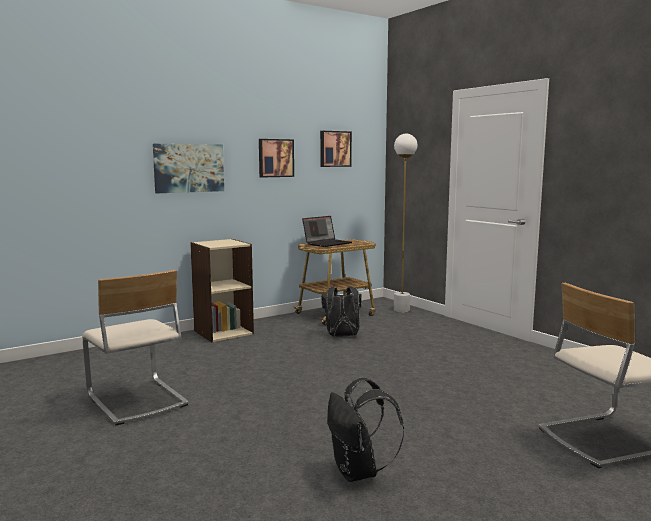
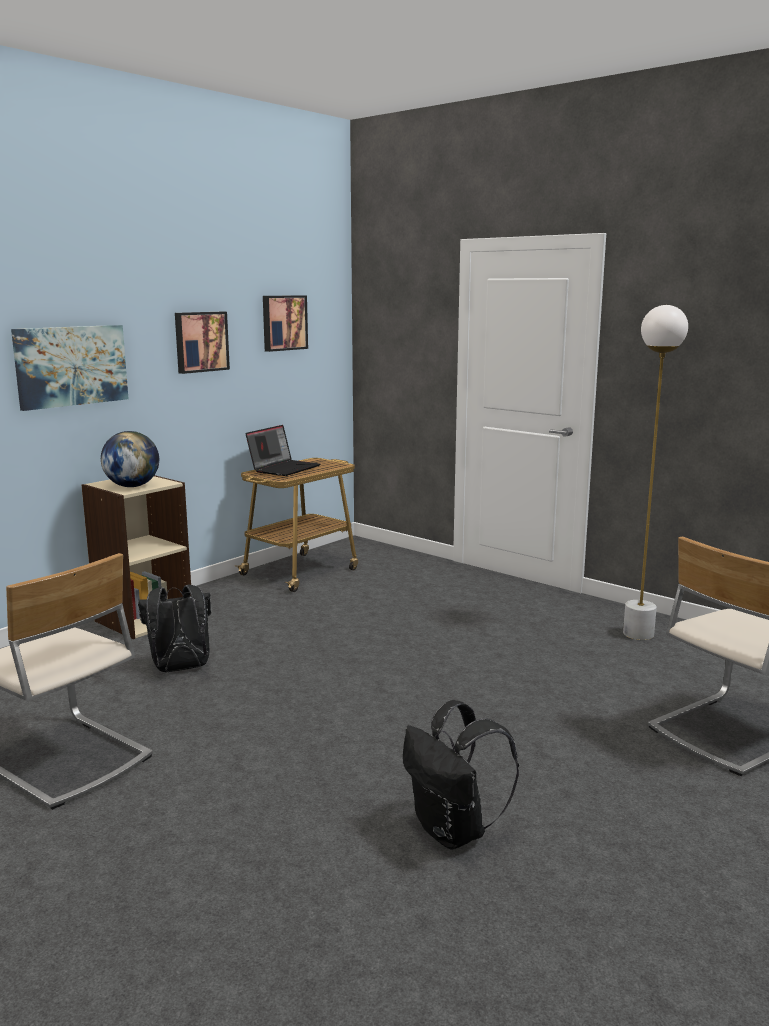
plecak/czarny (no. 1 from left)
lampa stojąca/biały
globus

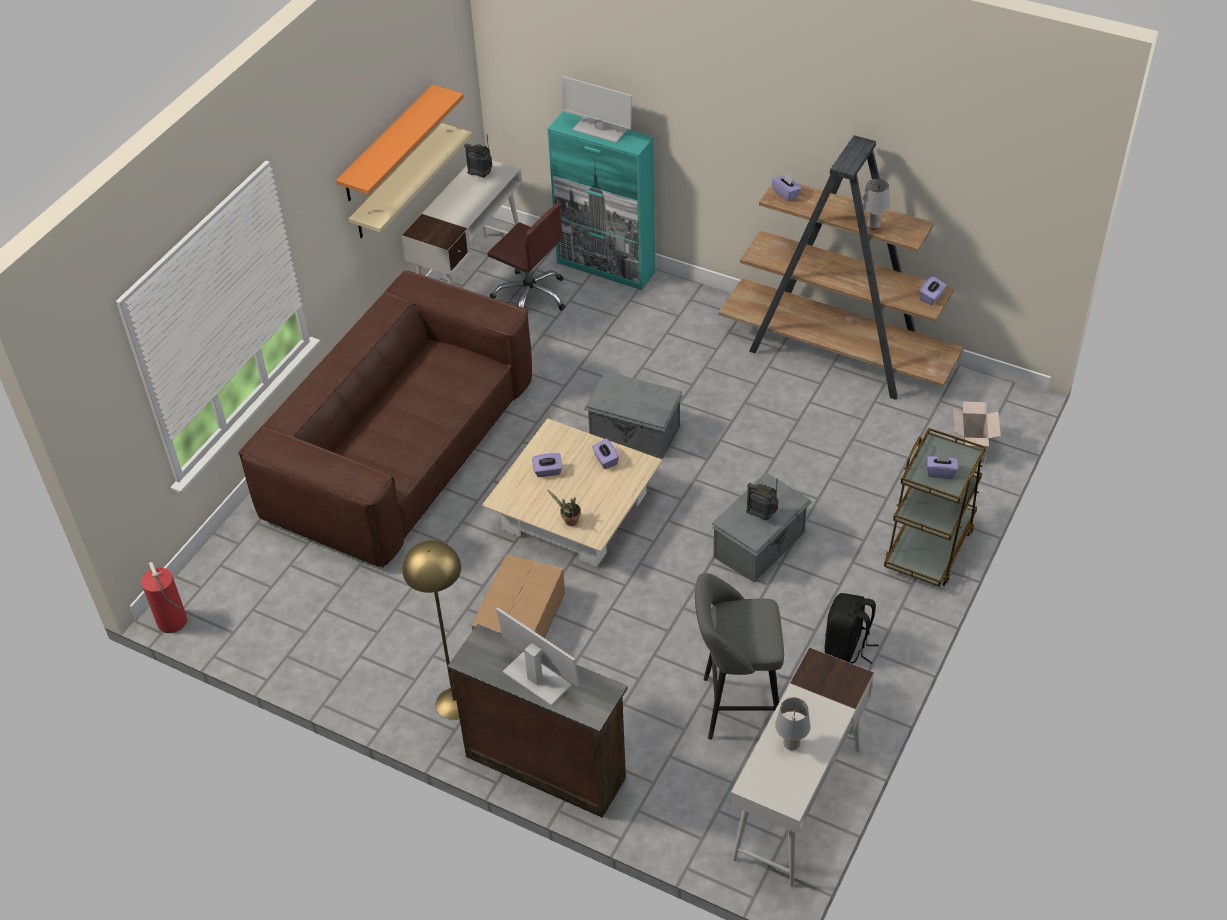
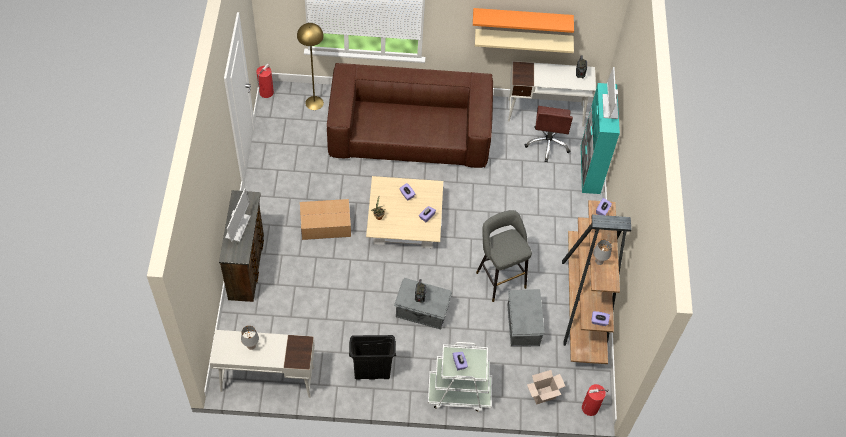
lampa stojąca/żółty
pojemnik do przechowywania/szary (no. 2 from left)
stołek/szary
kosz na śmieci/czarny
wózek/biały
gaśnica (no. 2 from left)

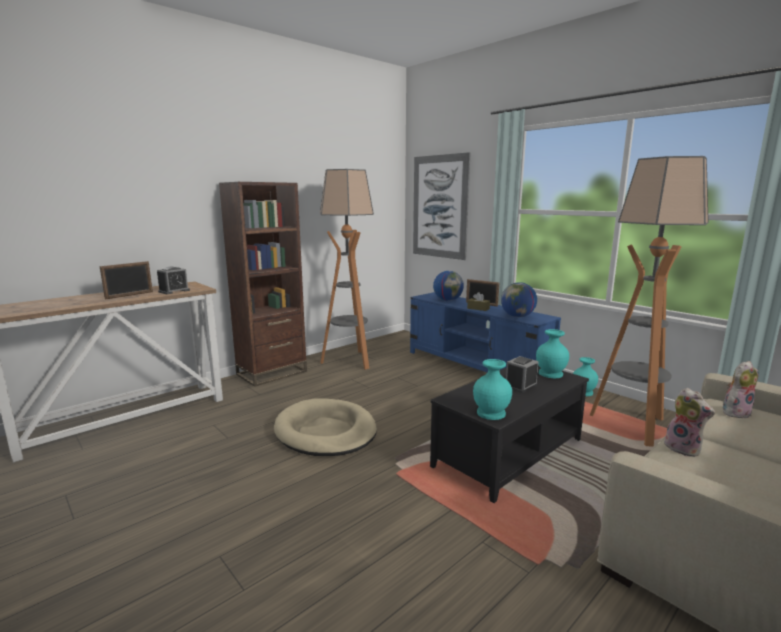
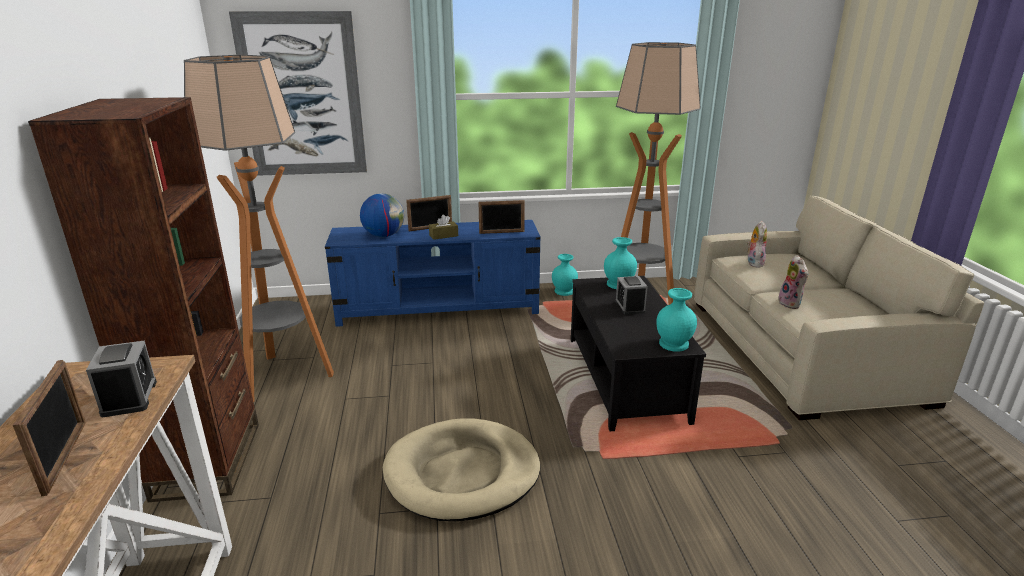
ramka na zdjęcie (no. 3 from left)
pluszak (no. 2 from left)

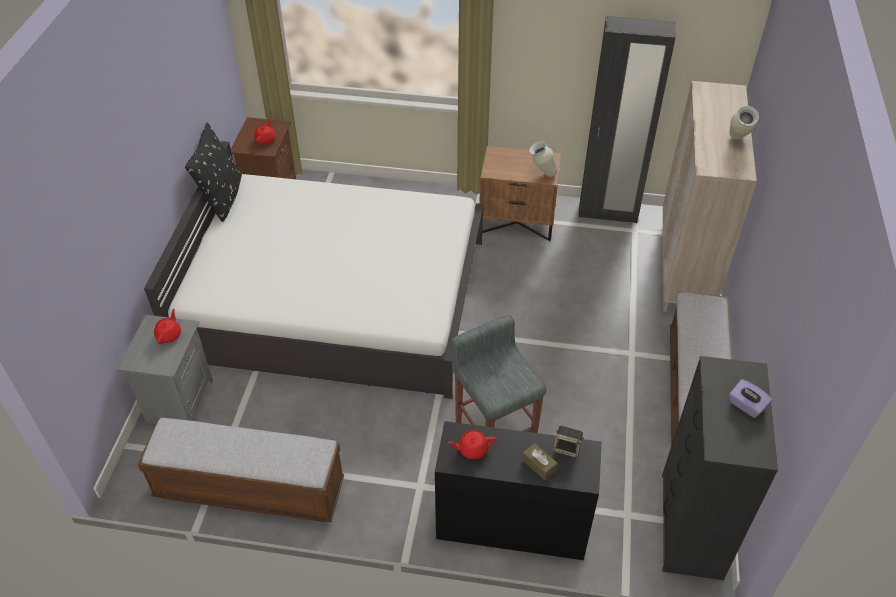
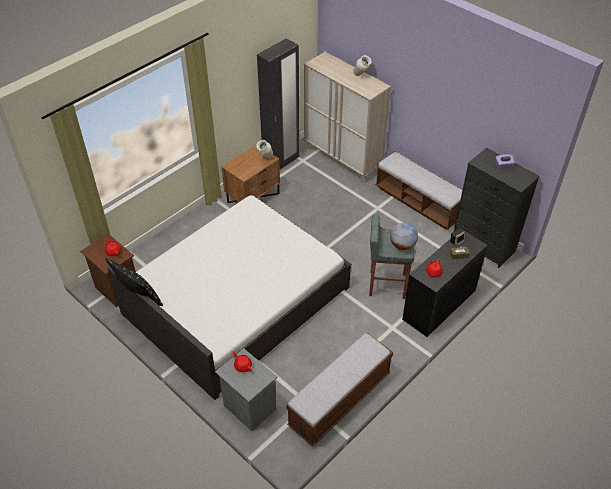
globus

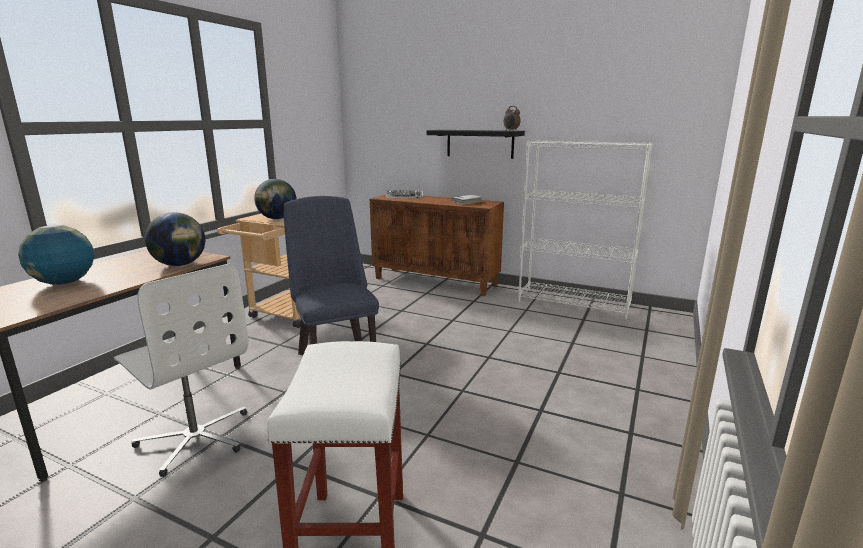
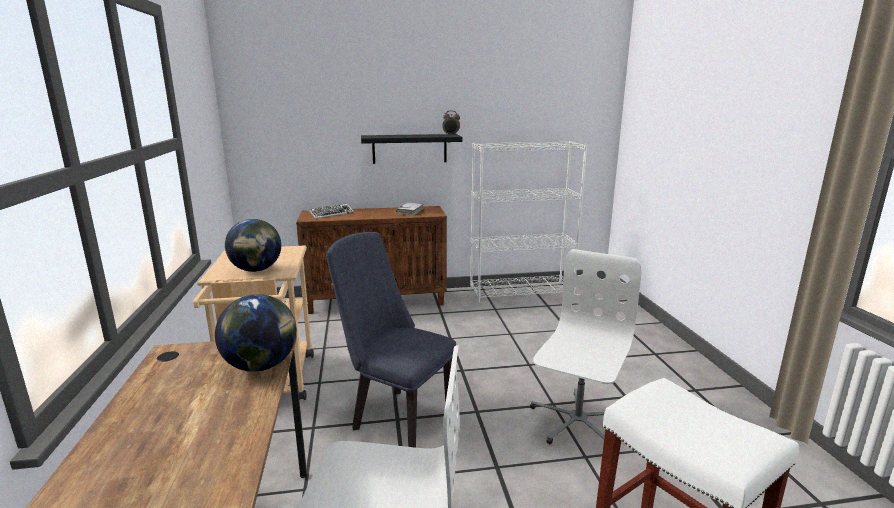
globus (no. 1 from left in the first image)
krzesło biurowe/biały (no. 2 from left)

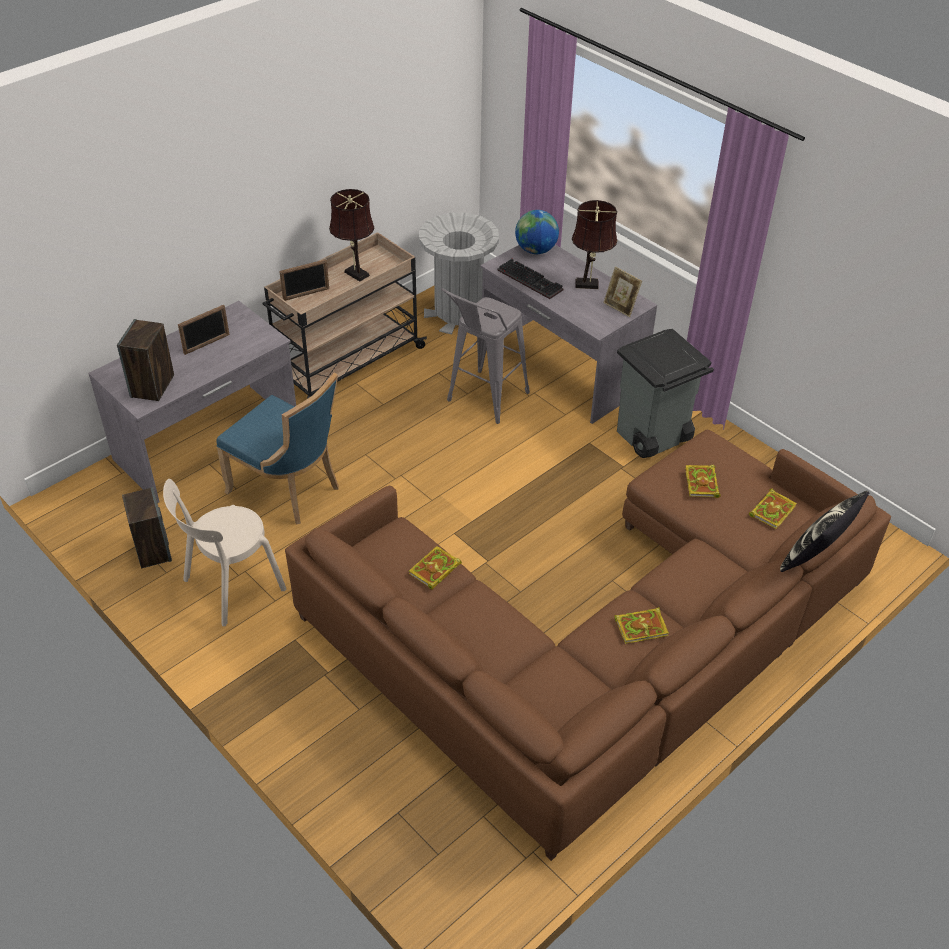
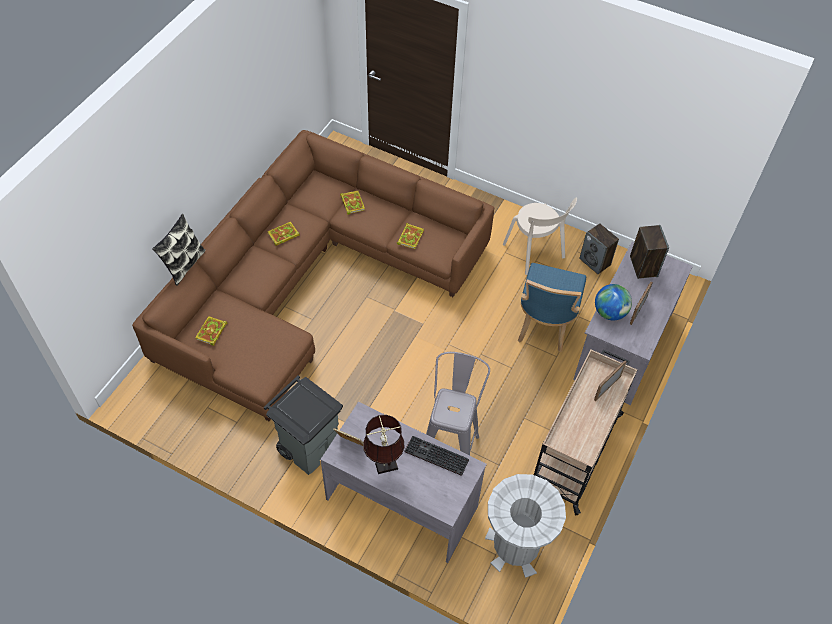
krzesło/beżowy
krzesło/niebieski
lampa stołowa/brązowy (no. 1 from left in the first image)
globus
książka (no. 3 from left)

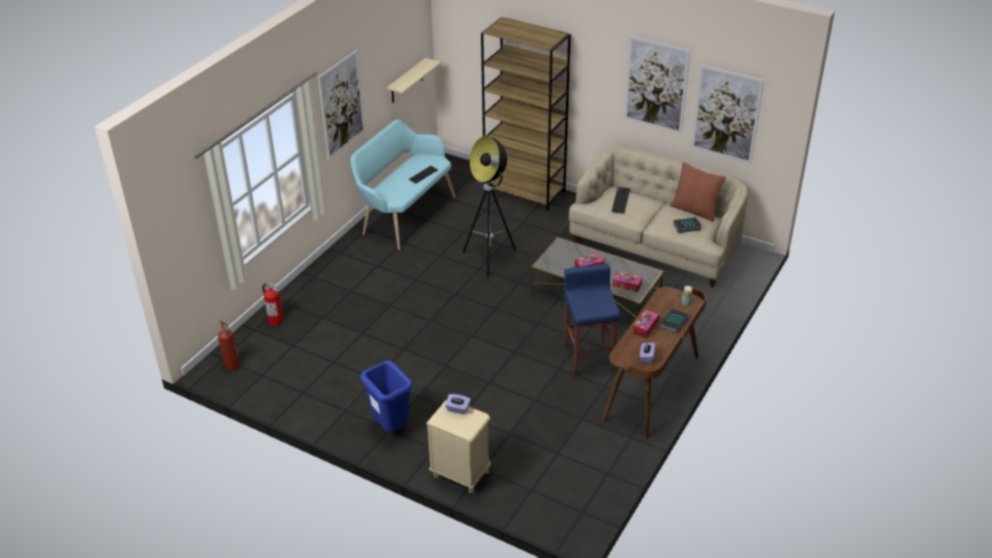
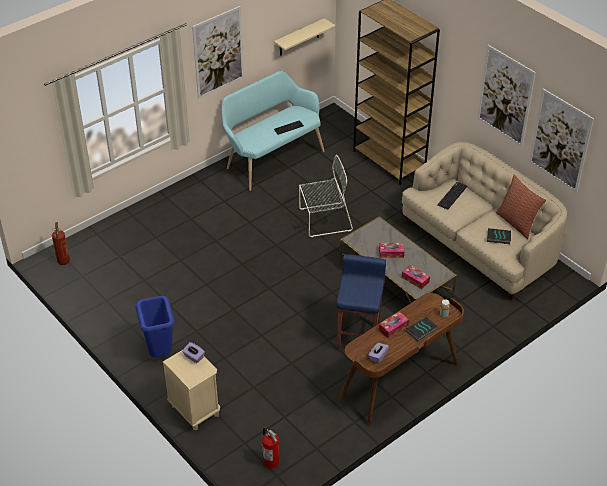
gaśnica (no. 2 from left)
krzesło/szary

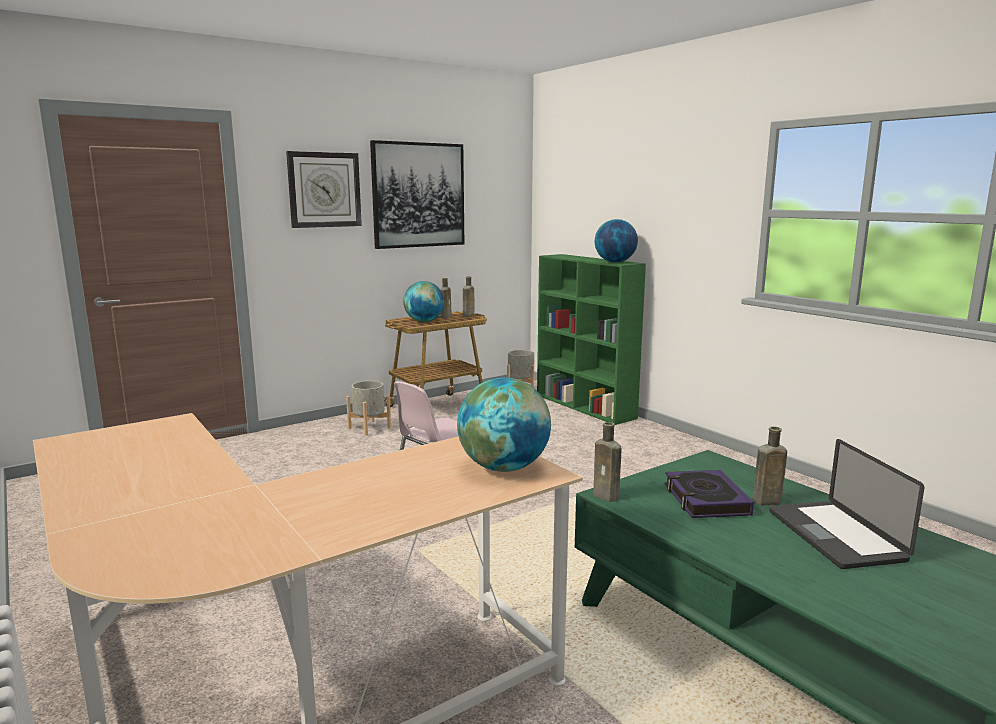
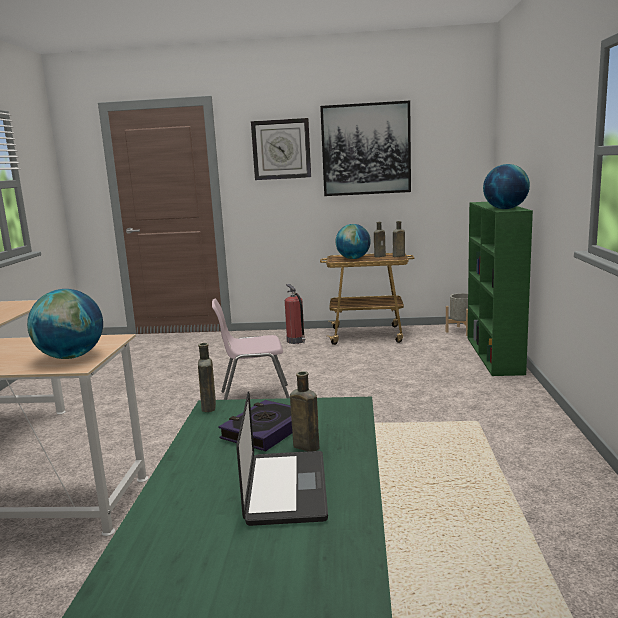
gaśnica
laptop

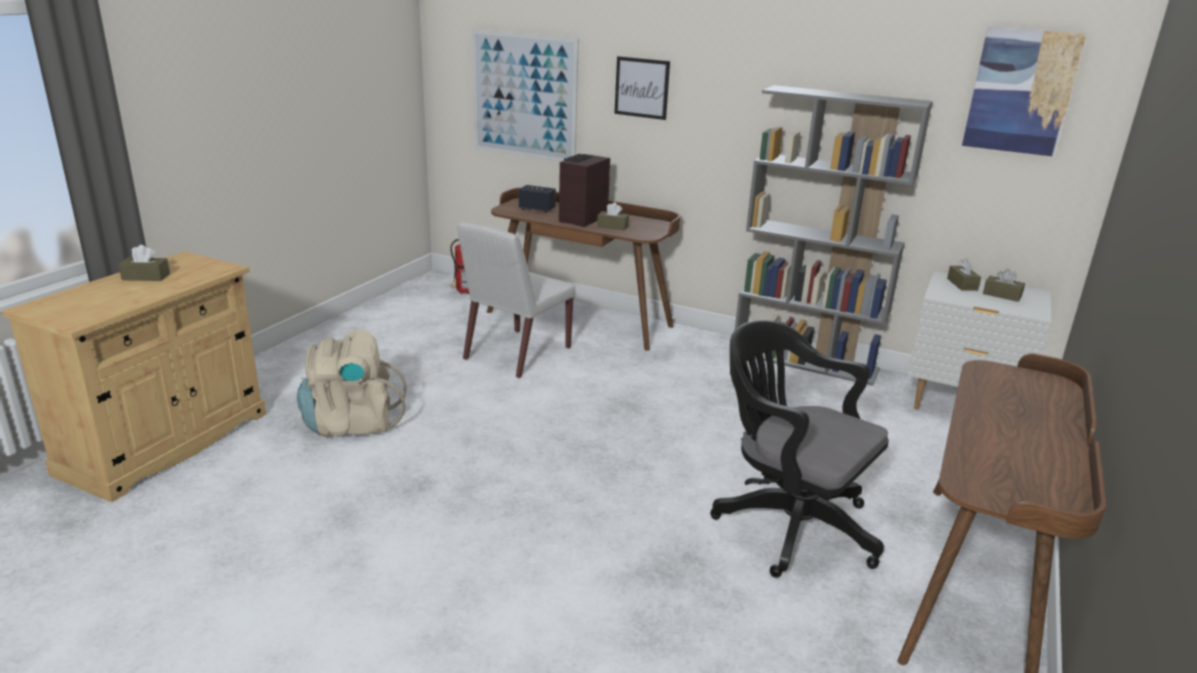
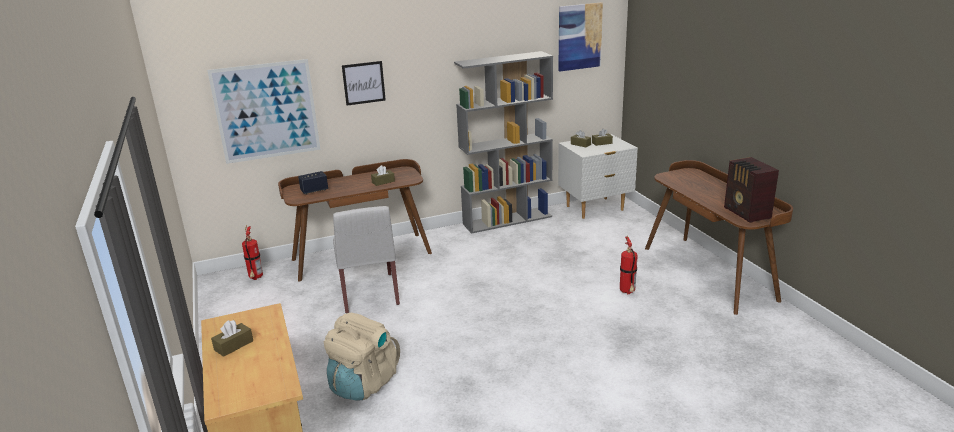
radio
gaśnica (no. 2 from left)

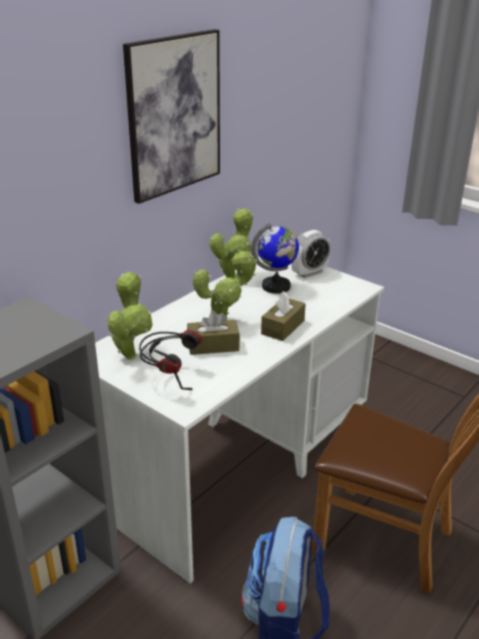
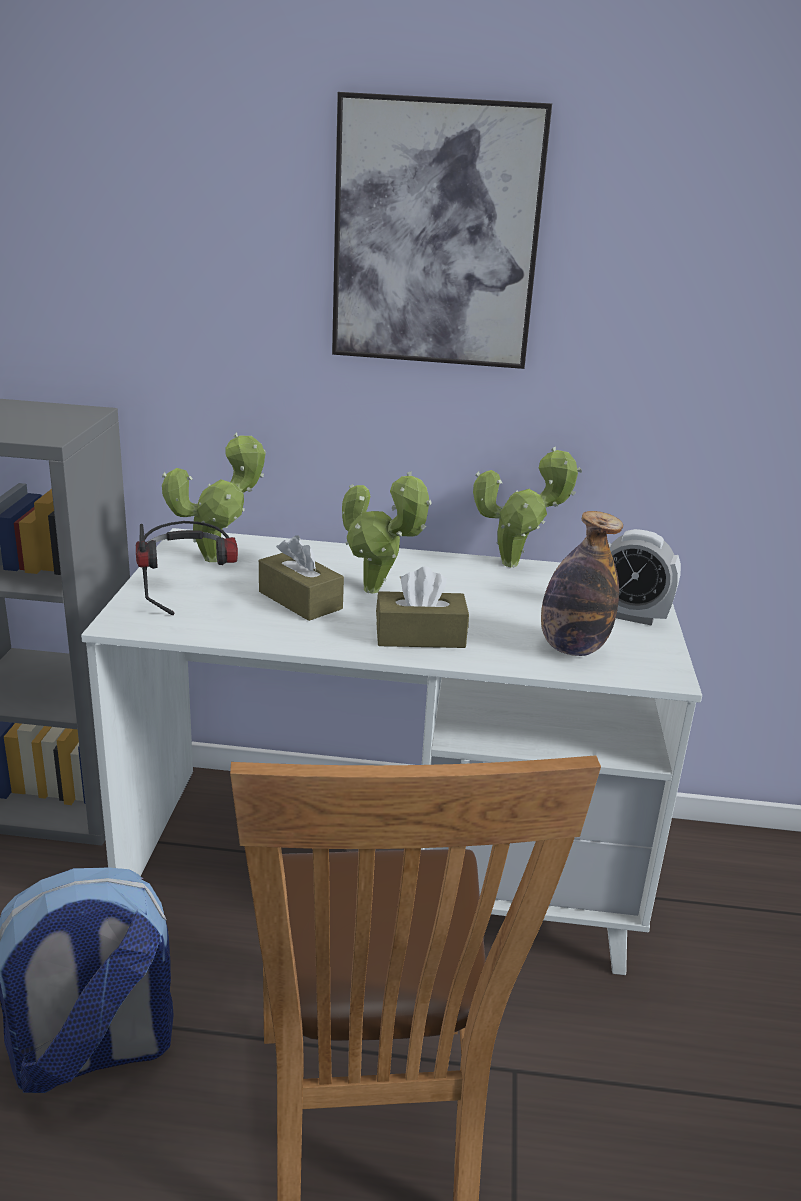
globus
butelka

